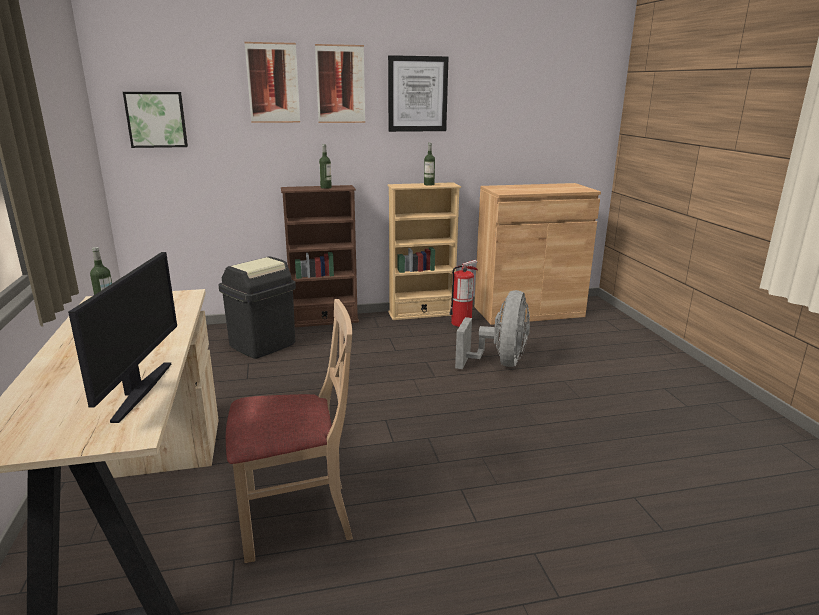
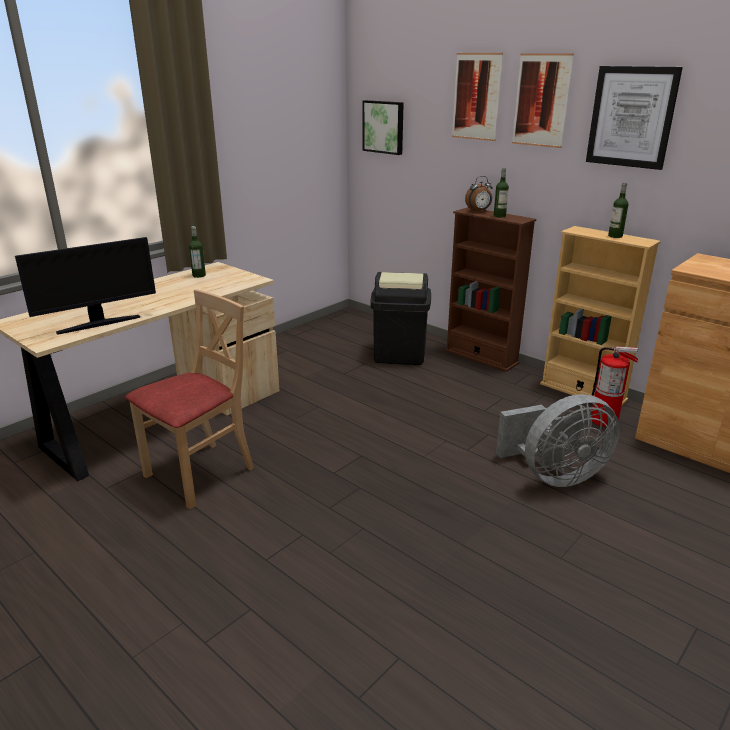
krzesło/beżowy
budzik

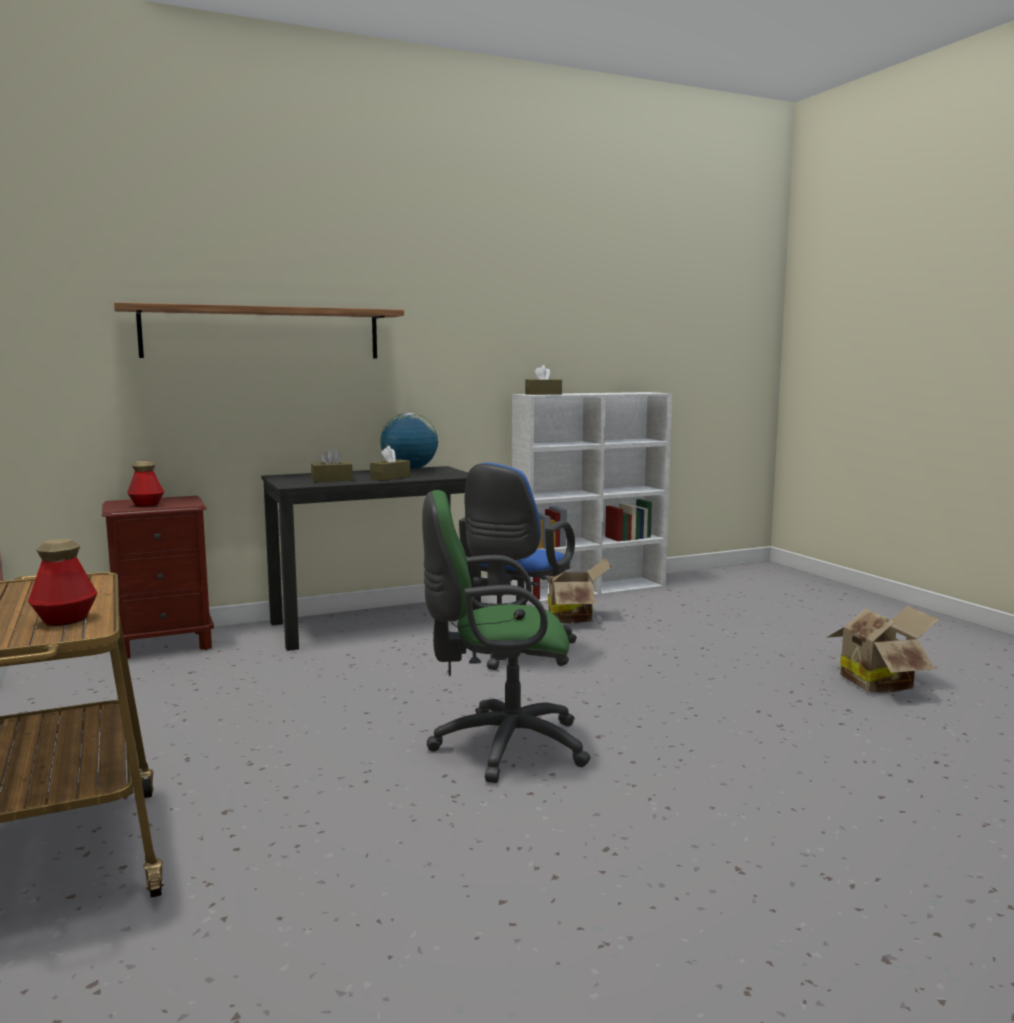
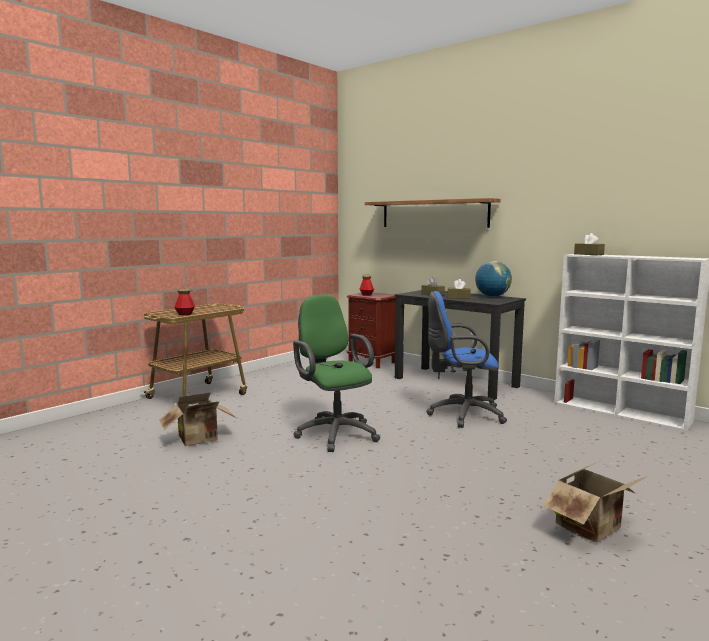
karton (no. 1 from left)

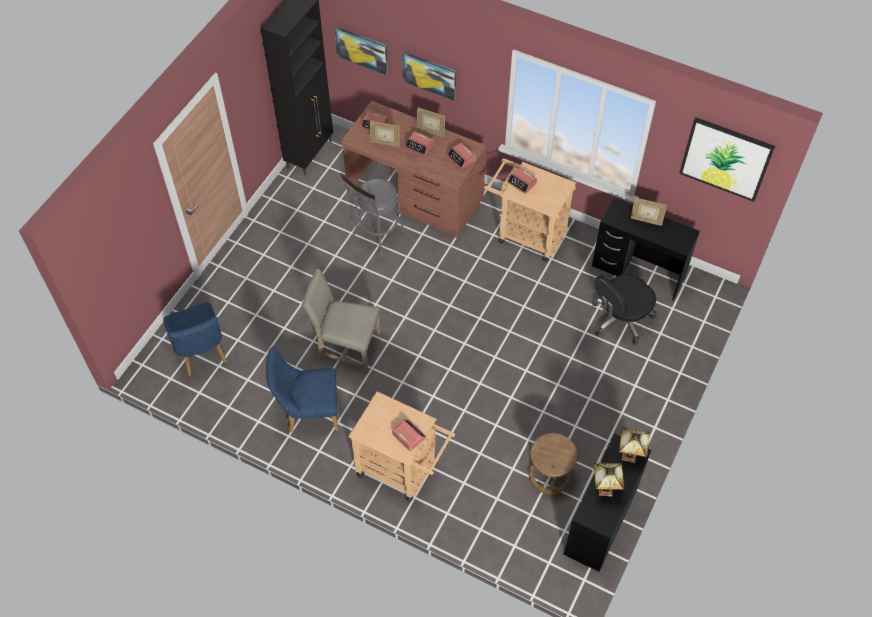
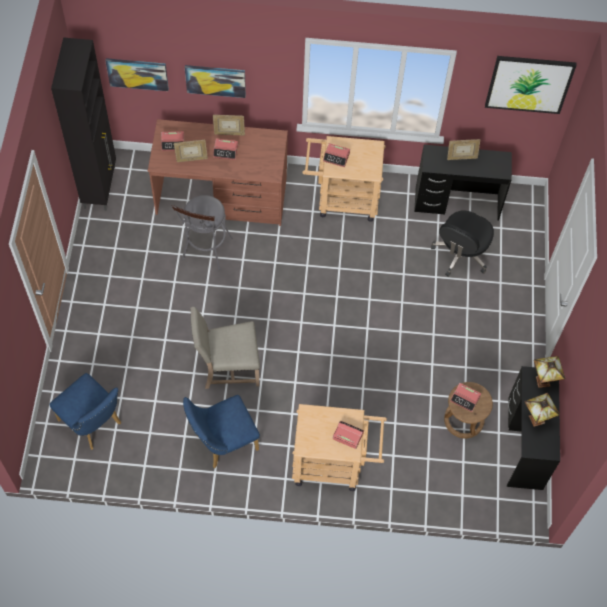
budzik (no. 5 from left)

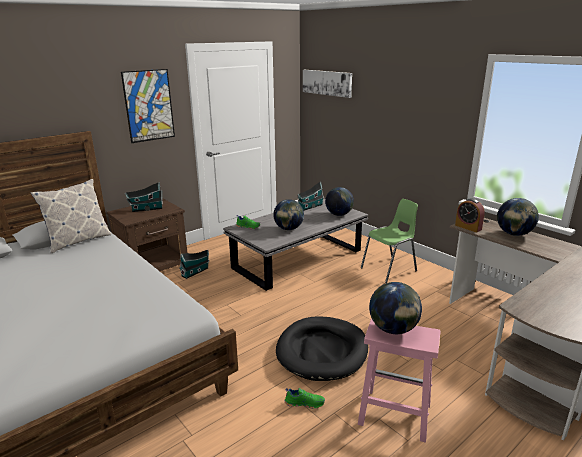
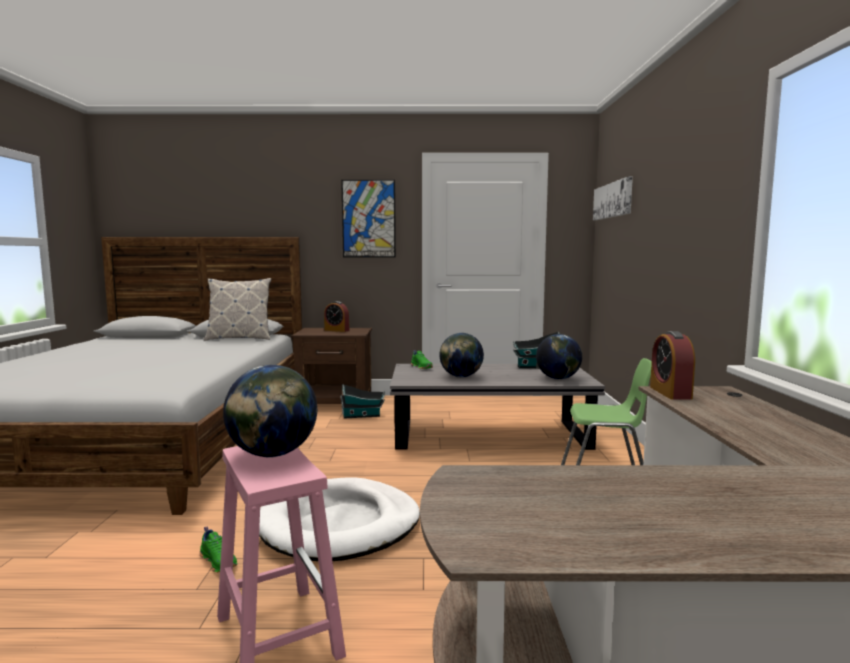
budzik (no. 1 from left)
legowisko/biały
globus (no. 4 from left in the first image)

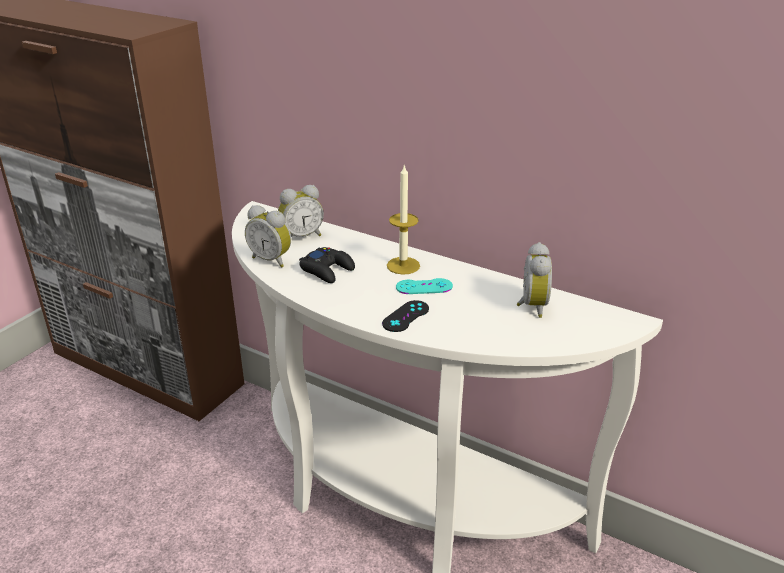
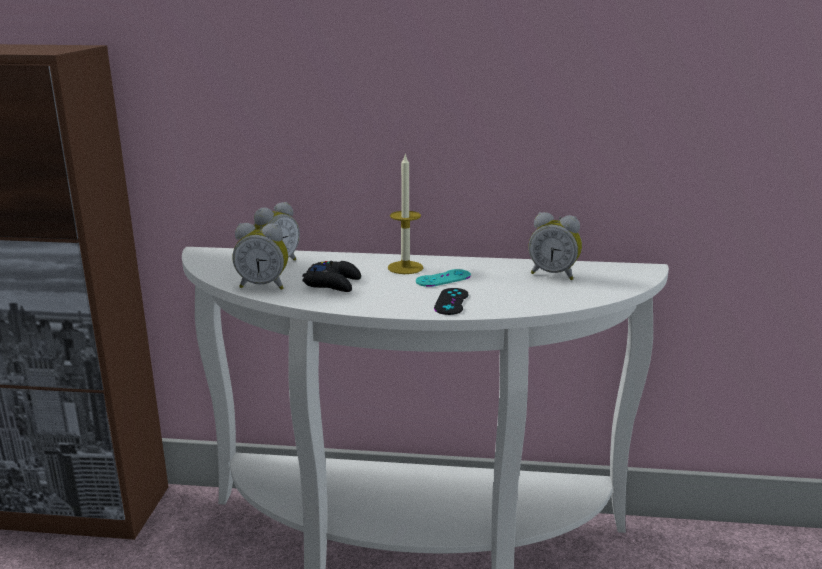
budzik (no. 3 from left)

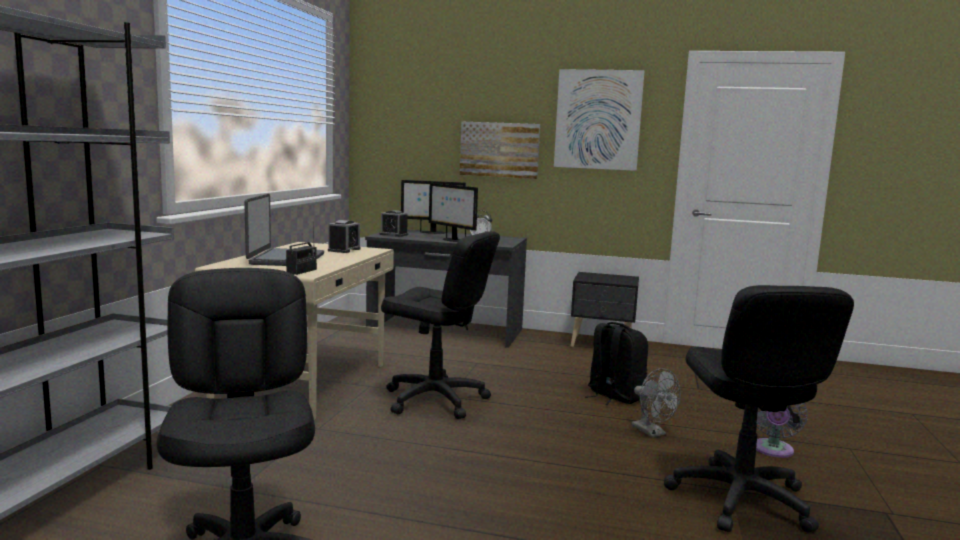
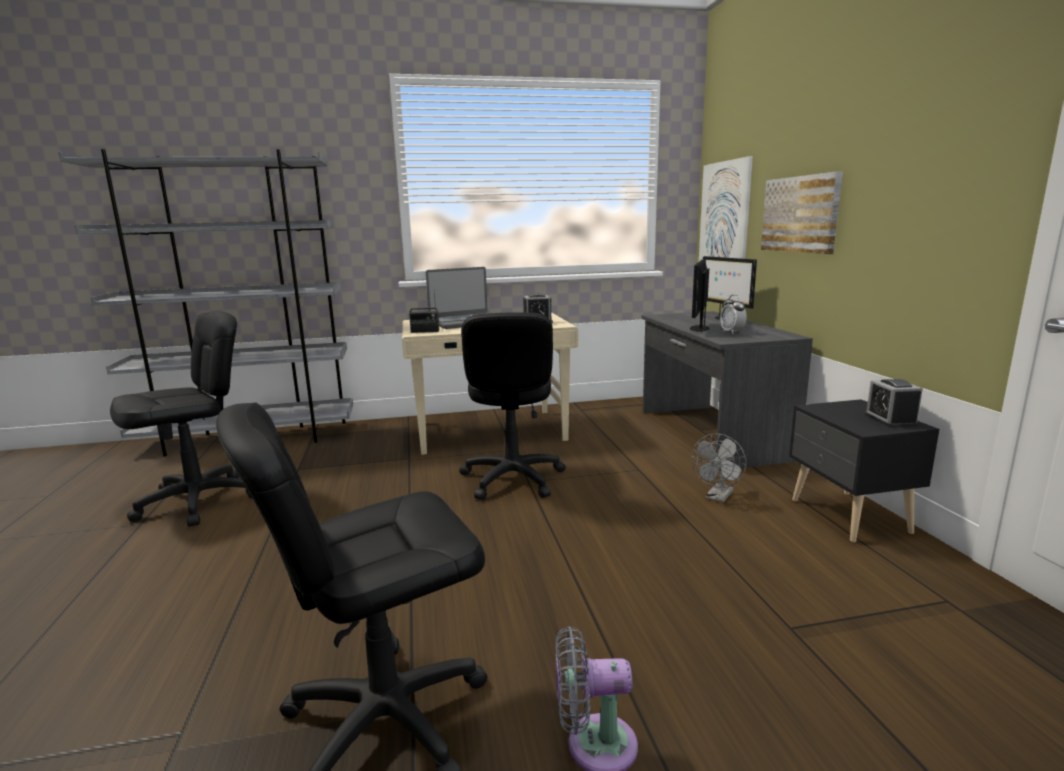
budzik (no. 3 from left)
obraz (no. 1 from left)
plecak/czarny
wentylator/szary (no. 2 from left)

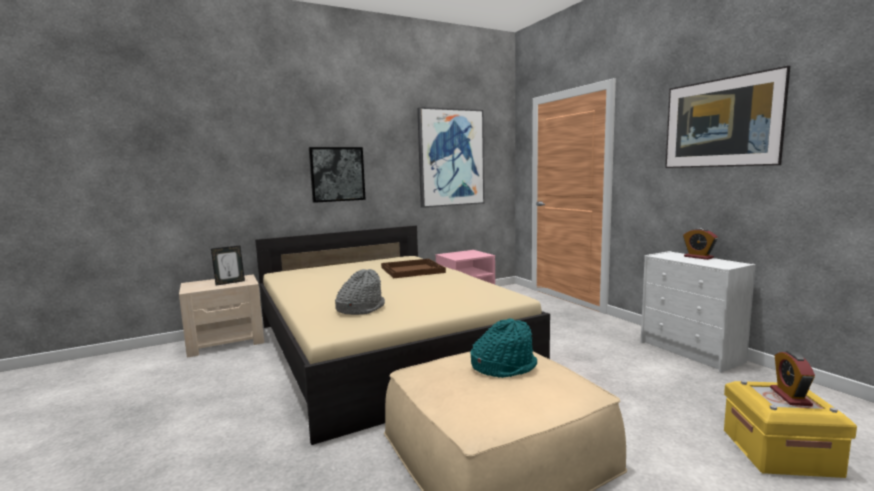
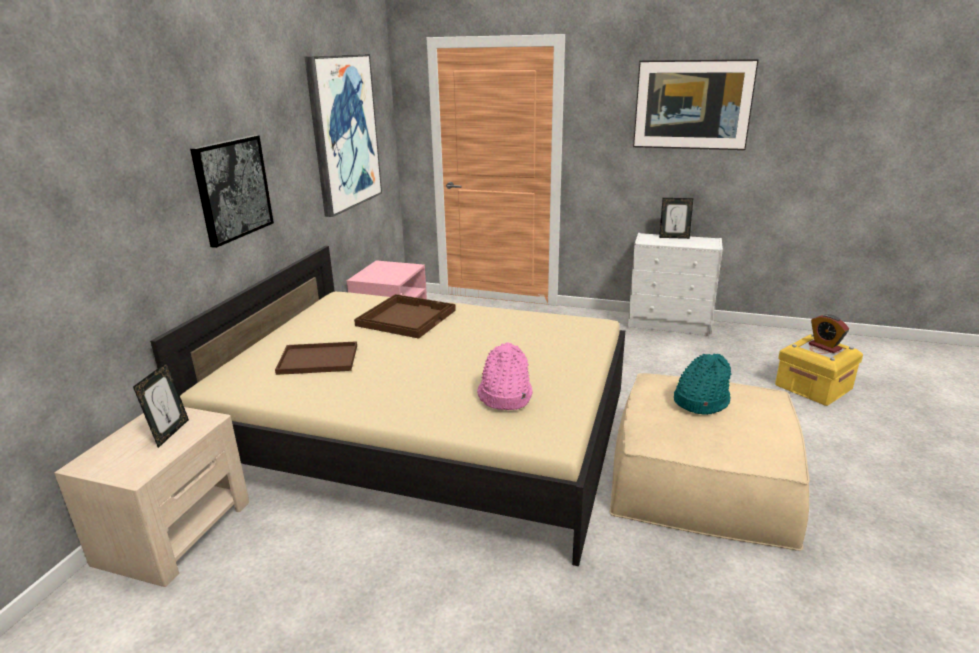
kapelusz/różowy
ramka na zdjęcie (no. 2 from left)
taca/brązowy (no. 1 from left)

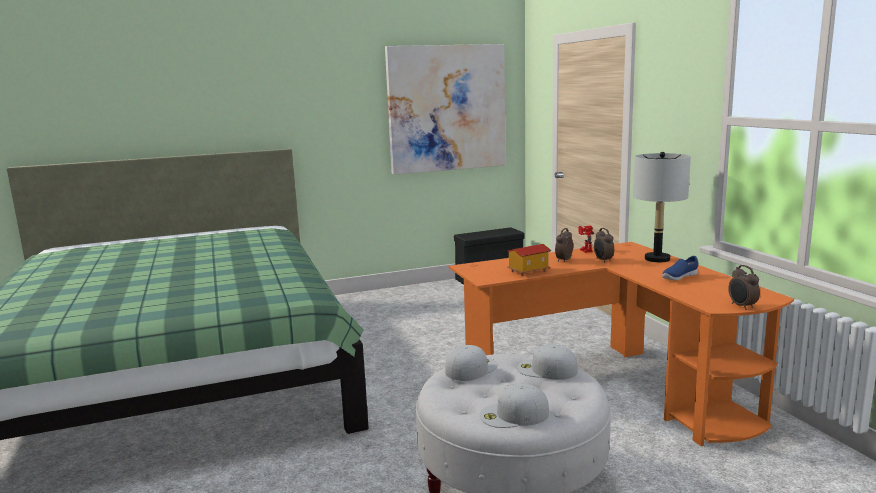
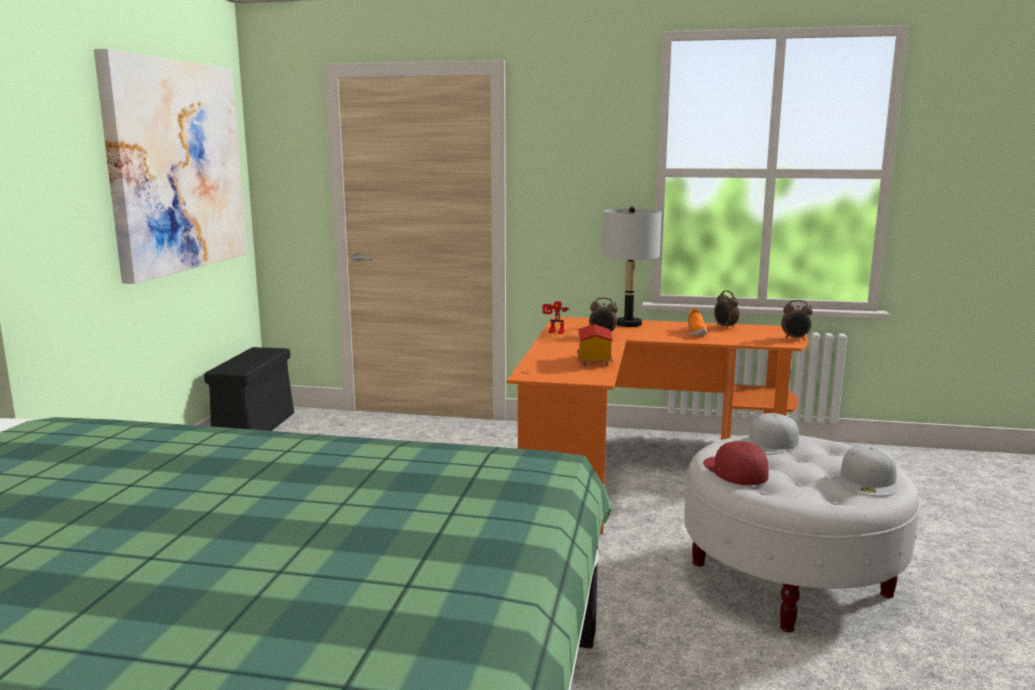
czapka z daszkiem/czerwony
budzik (no. 2 from left)
but/pomarańczowy

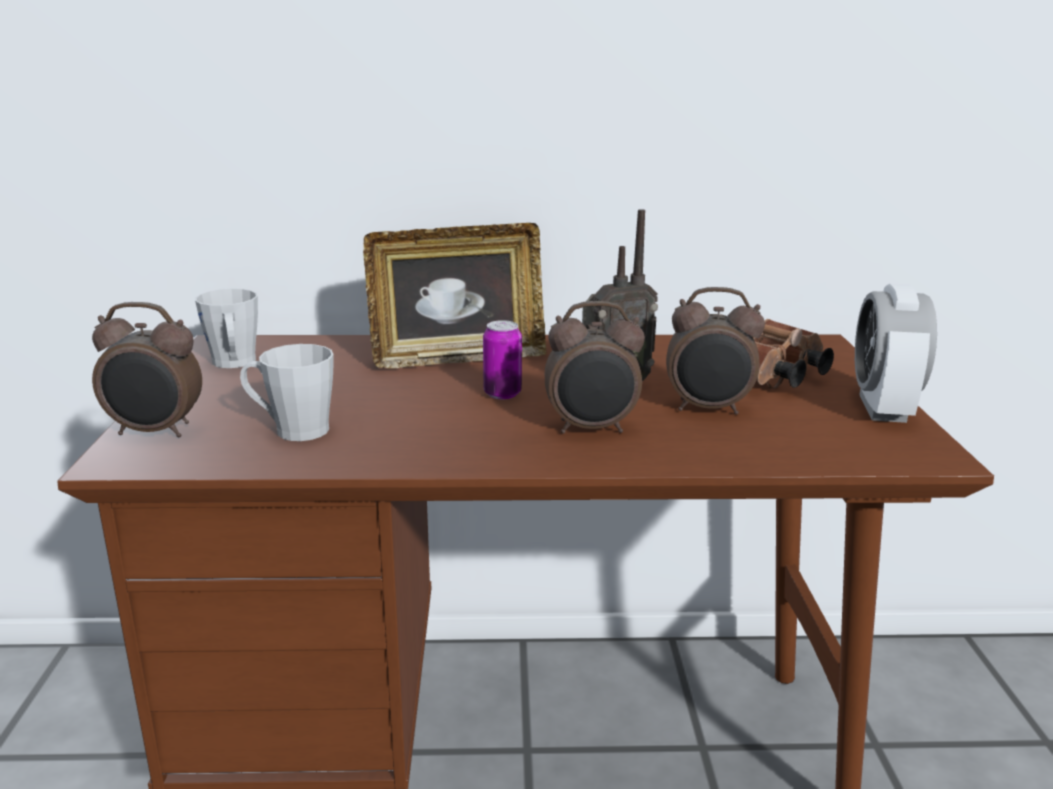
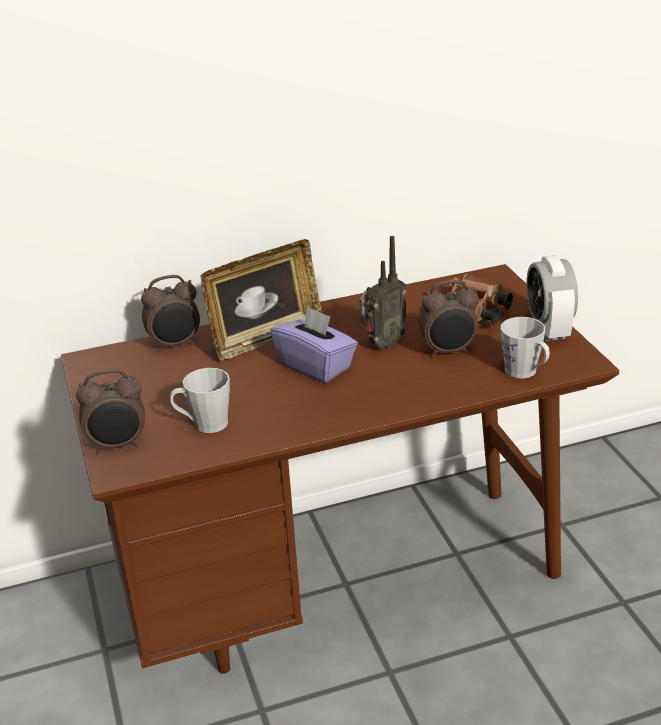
kubek/szary (no. 2 from left)
pudełko chusteczek/fioletowy
budzik (no. 2 from left)

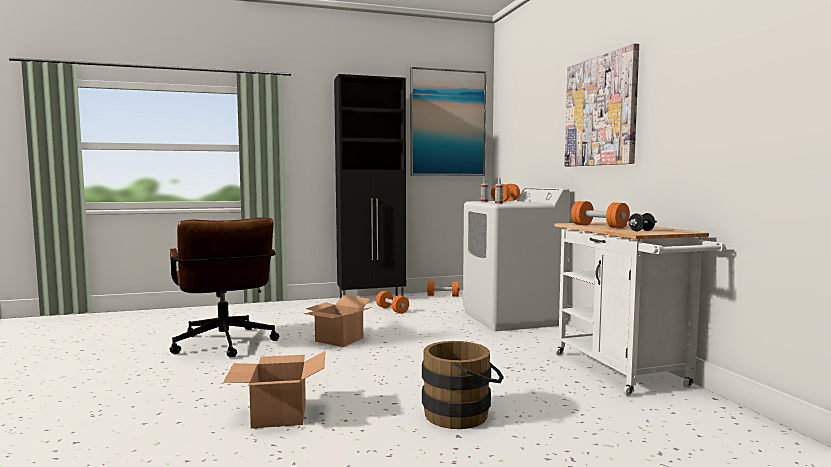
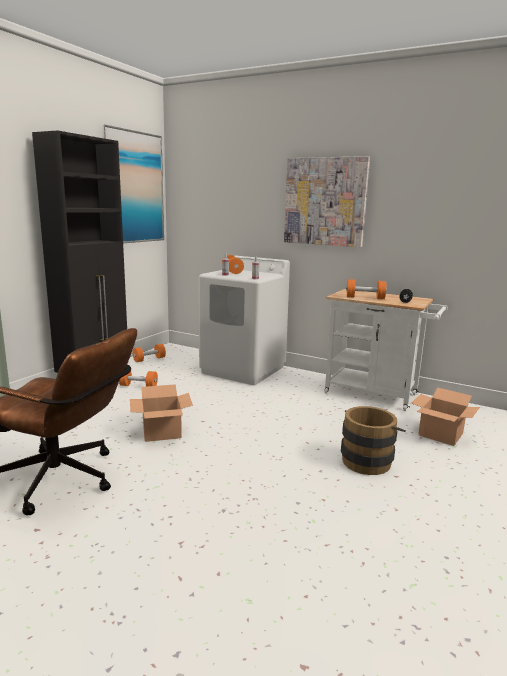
karton (no. 2 from left)

